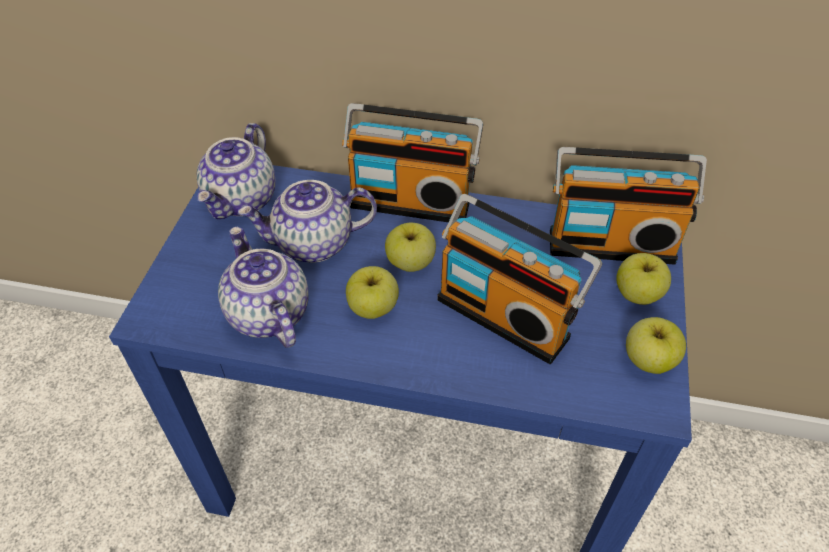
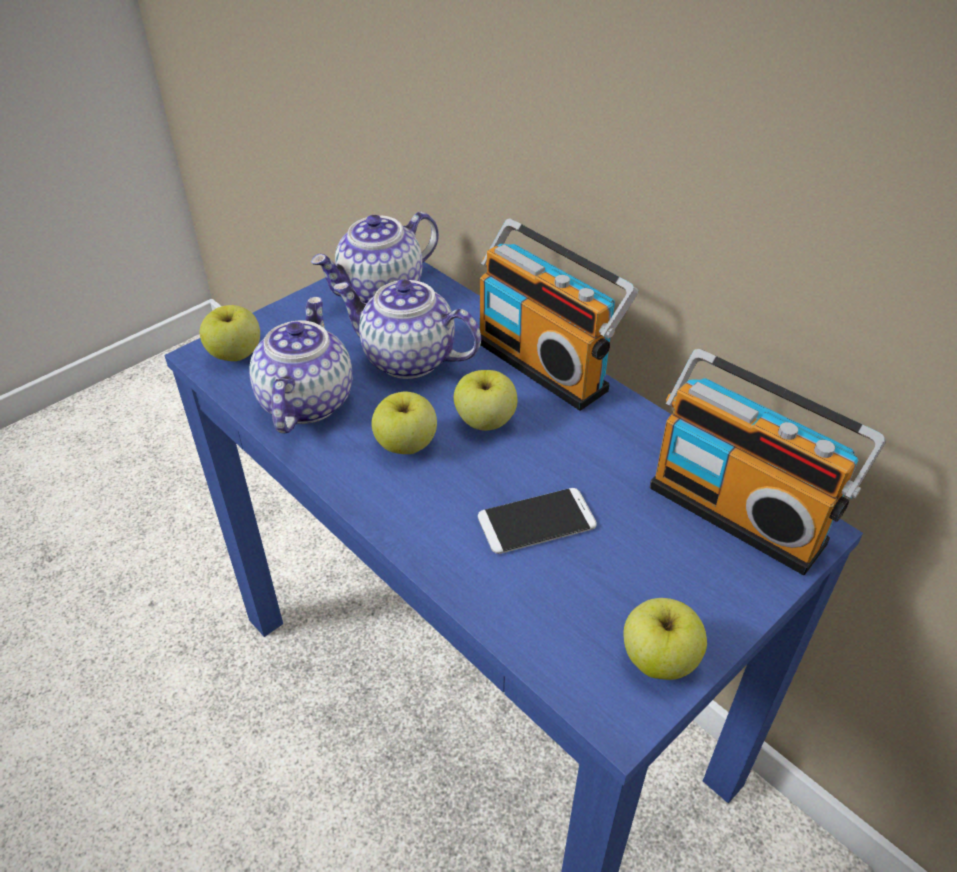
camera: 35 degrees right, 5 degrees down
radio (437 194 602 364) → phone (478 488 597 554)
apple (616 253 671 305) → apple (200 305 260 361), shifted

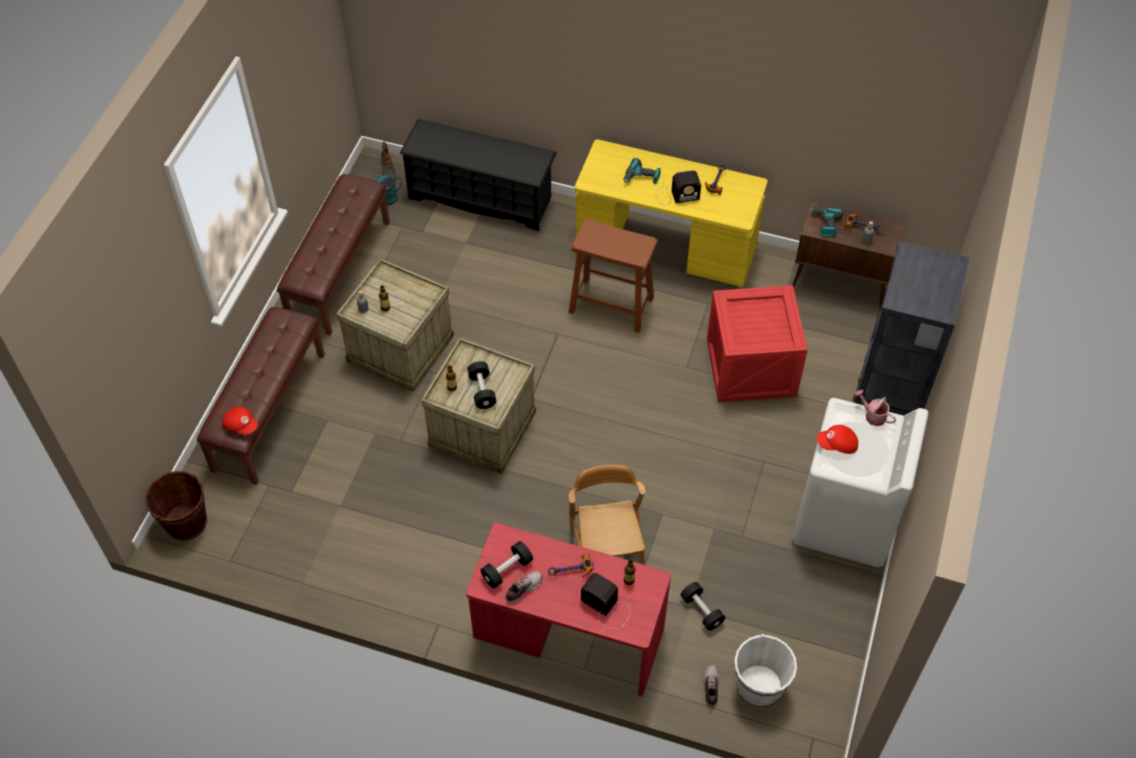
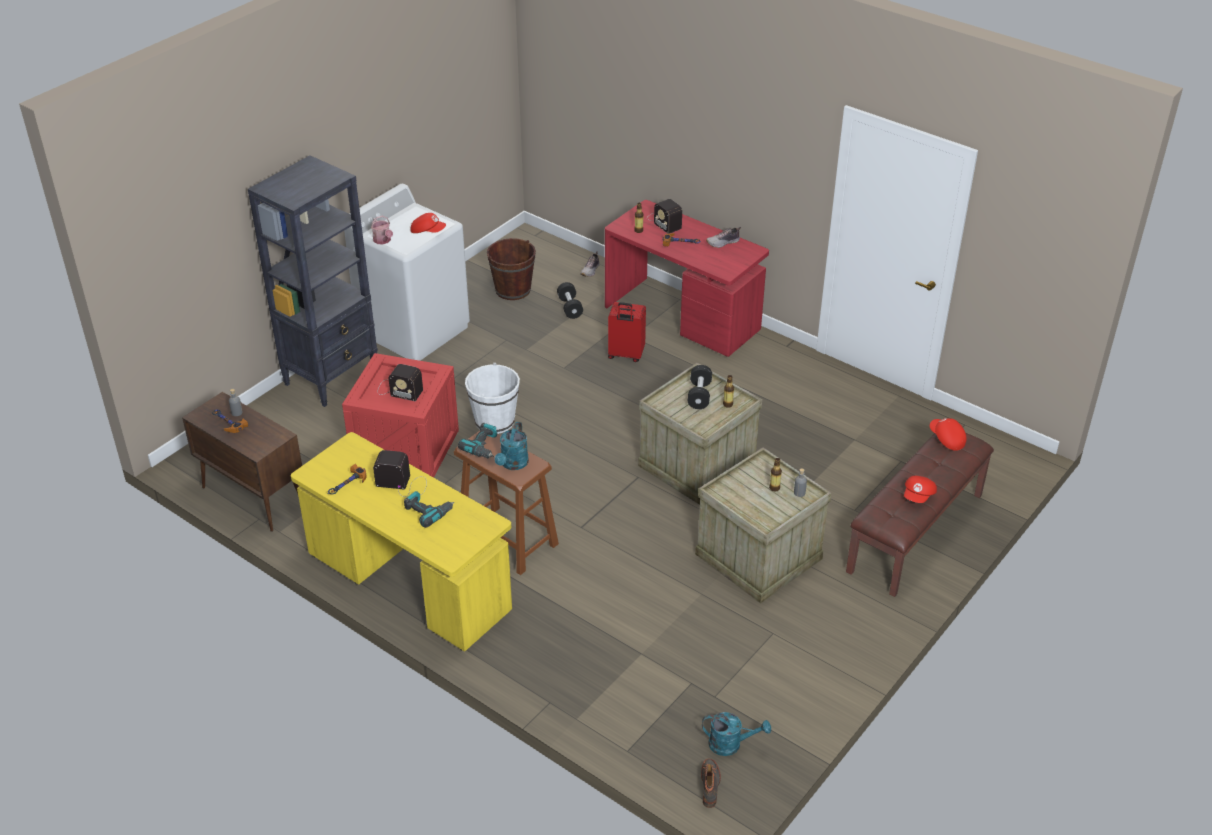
camera: 160 degrees left, 15 degrees down
shoe rack (black) (399 119 557 231) → -
bench (brown) (277 174 390 336) → -
power drill (809 207 843 237) → power drill (458 423 497 458), shifted
chair (brown) (569 465 645 565) → suitcase (red) (608 302 646 362)
bucket (brown) (145 471 207 540) → bucket (brown) (487 238 536 300), shifted
dumbbell (black) (480 541 533 588) → -
bucket (white) (735 634 797 708) → bucket (white) (465 363 520 434), shifted
- → radio (378 364 423 401)
- → watering can (turquoise) (494 422 529 470)
- → cap (red) (904 476 937 503)

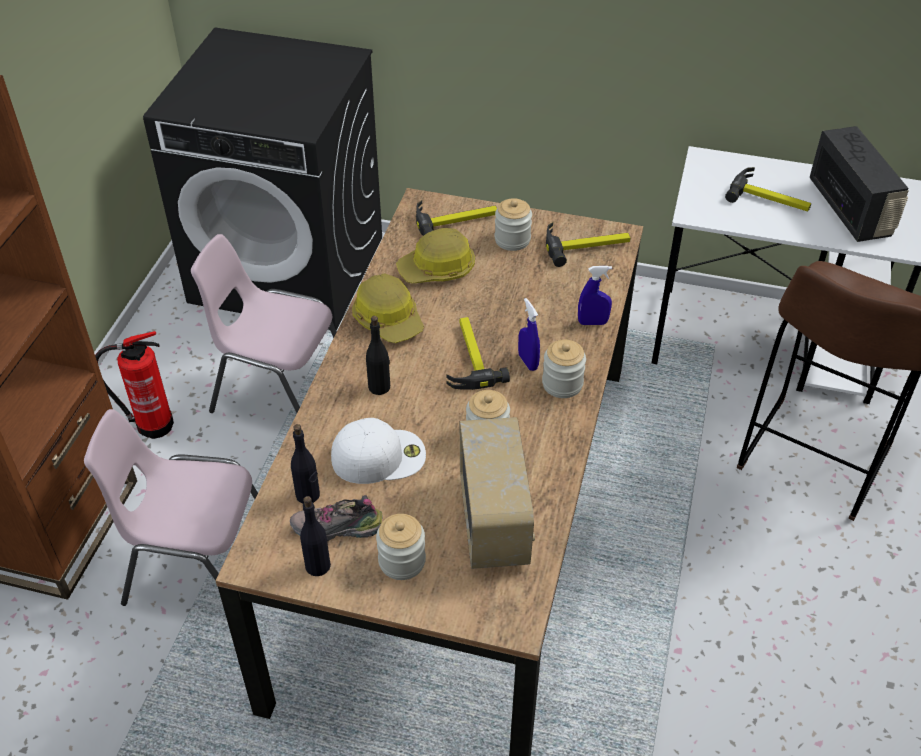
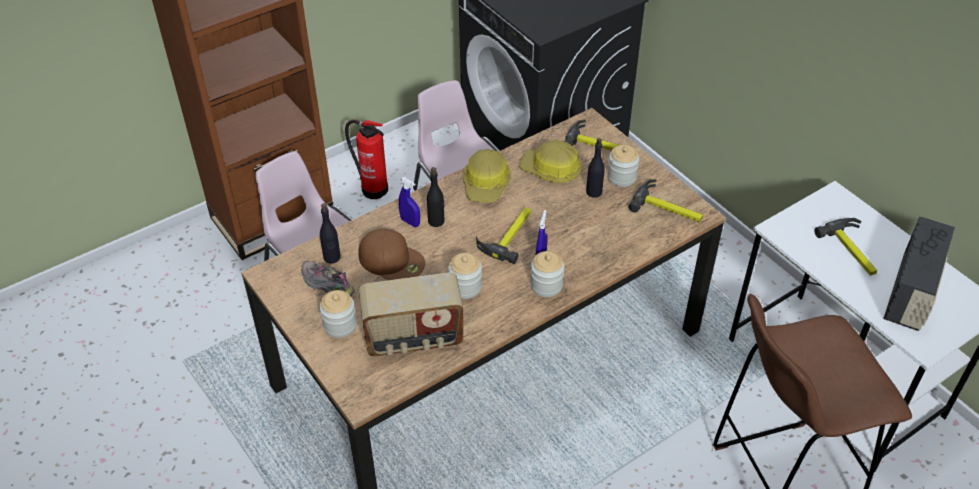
camera: 40 degrees right, 0 degrees up
spray bottle (blue) (578 266 612 325) → spray bottle (blue) (399 177 420 227), shifted
radio (460 417 535 569) → radio (358 272 463 356), 45 degrees clockwise
cap (white) (331 418 426 484) → cap (brown) (358 228 425 280)
bottle (black) (300 496 331 576) → bottle (black) (586 138 605 198), shifted

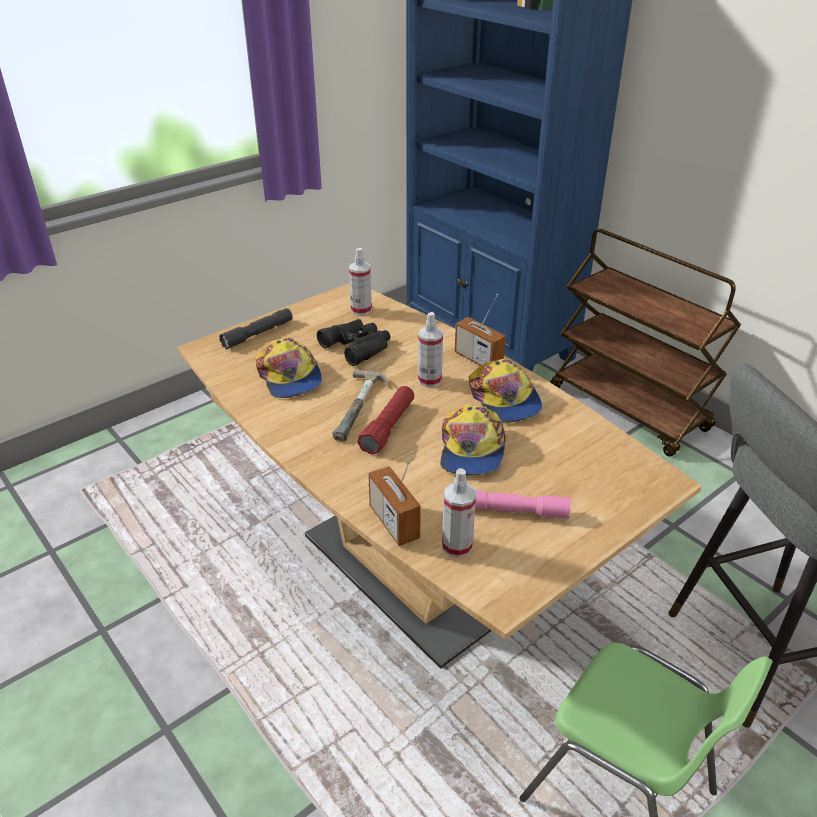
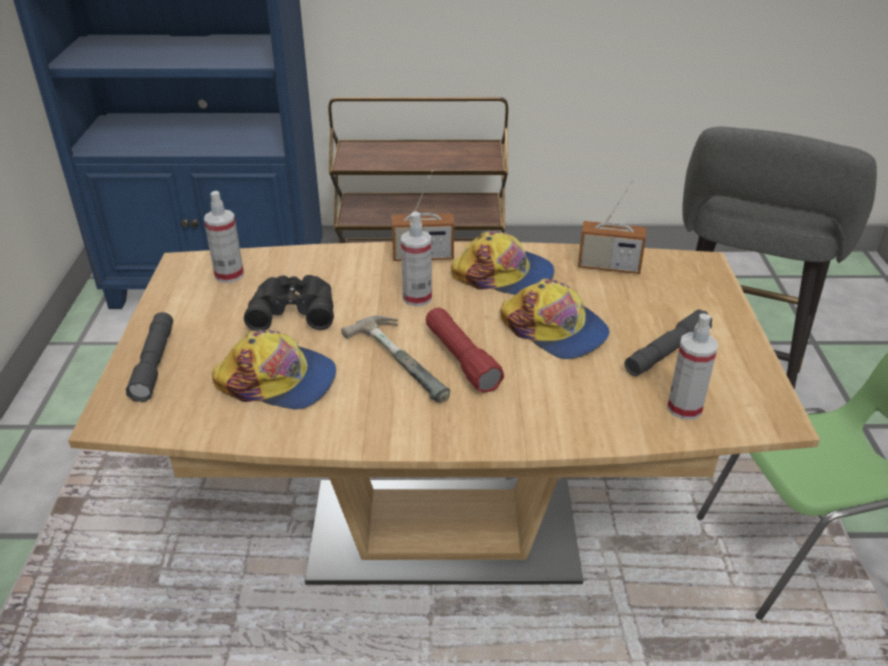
camera: 50 degrees left, 0 degrees up
radio (368 451 421 546) → radio (578 180 646 274), shifted
flashlight (pink) (475 490 571 519) → flashlight (grey) (625 309 712 376)

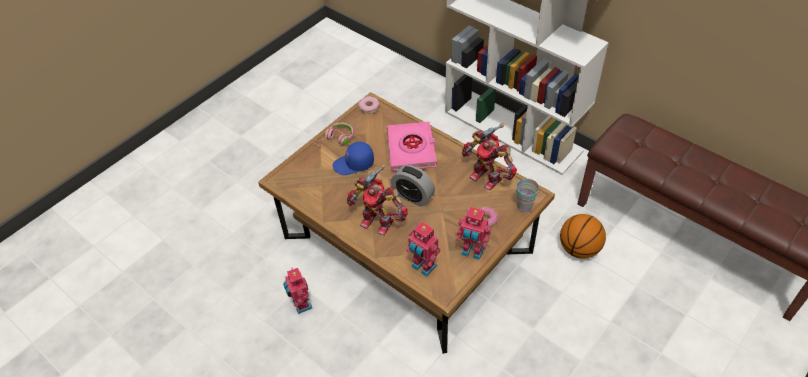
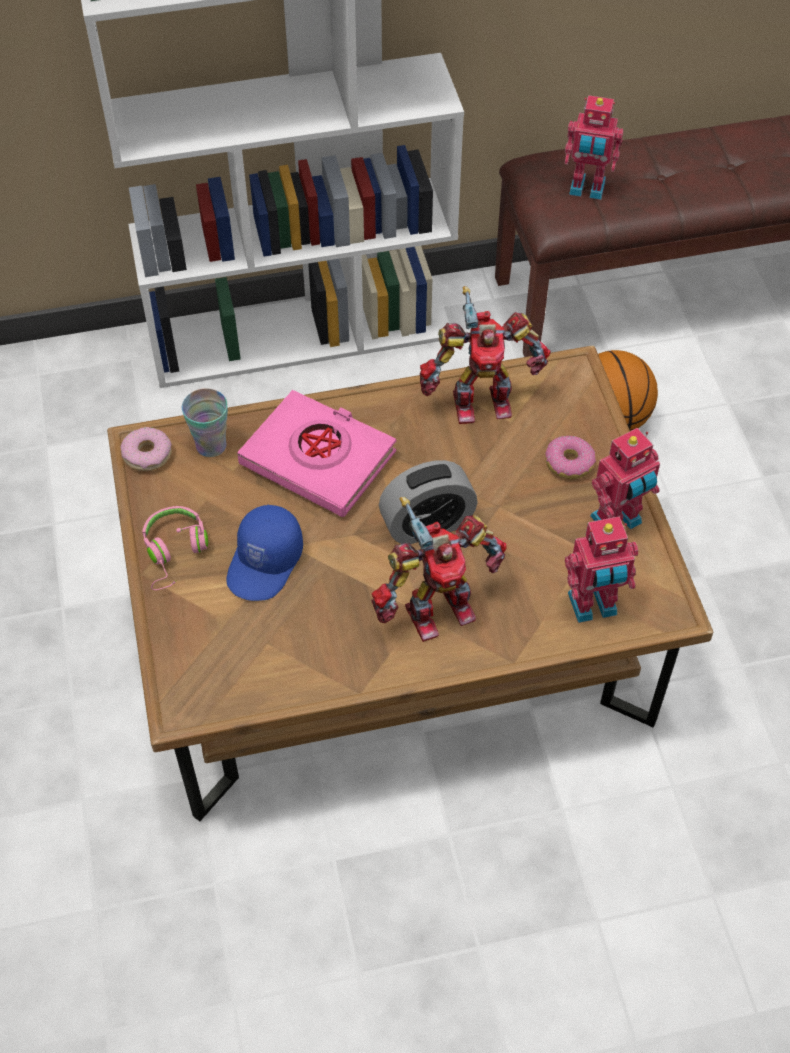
camera: 55 degrees left, 5 degrees up
cup (516 179 539 212) → cup (182 388 228 457), shifted
toy robot (283 268 312 314) → toy robot (565 95 623 200), shifted

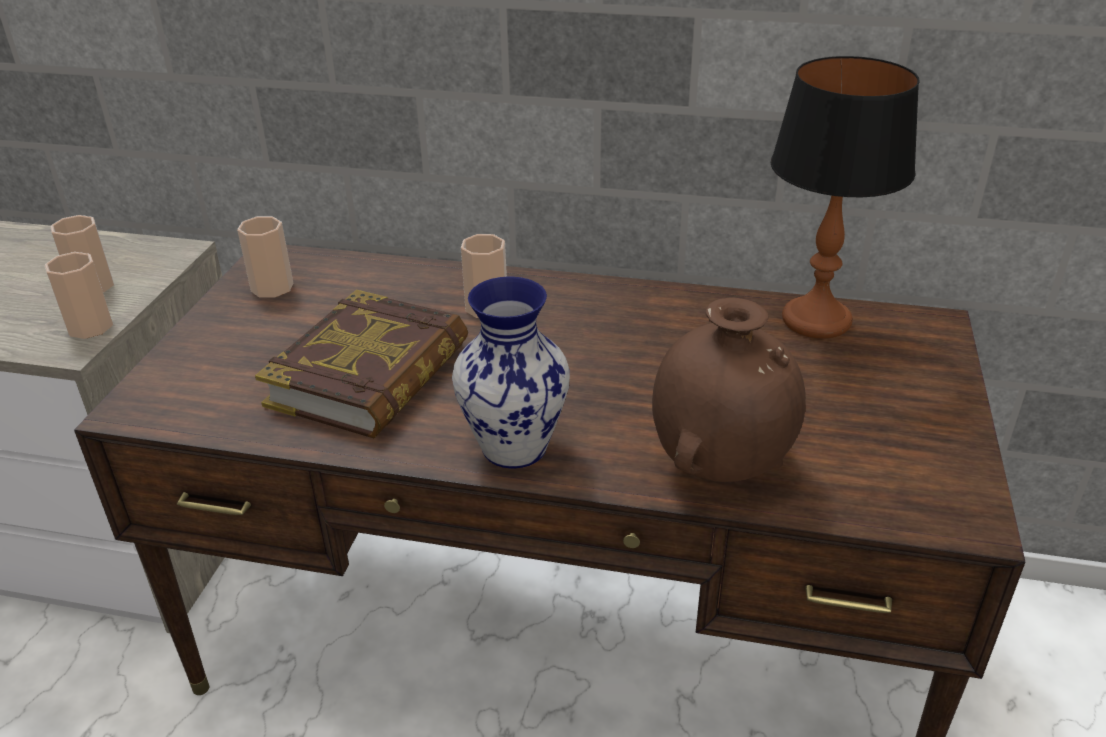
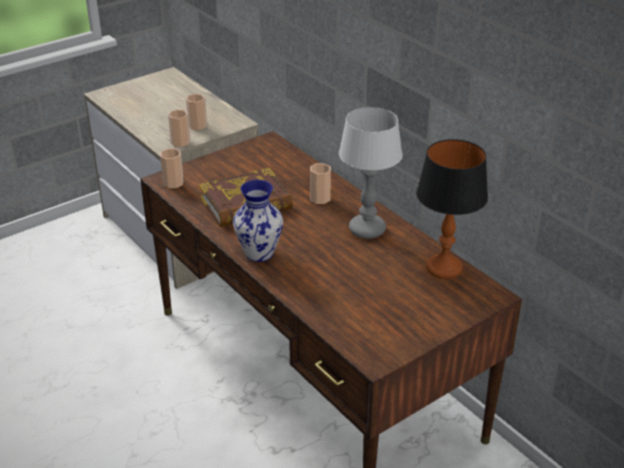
camera: 40 degrees right, 0 degrees up
cup (237 216 294 298) → cup (160 149 183 188), shifted
vase (brown) (652 297 806 482) → -
- → table lamp (339 107 403 239)

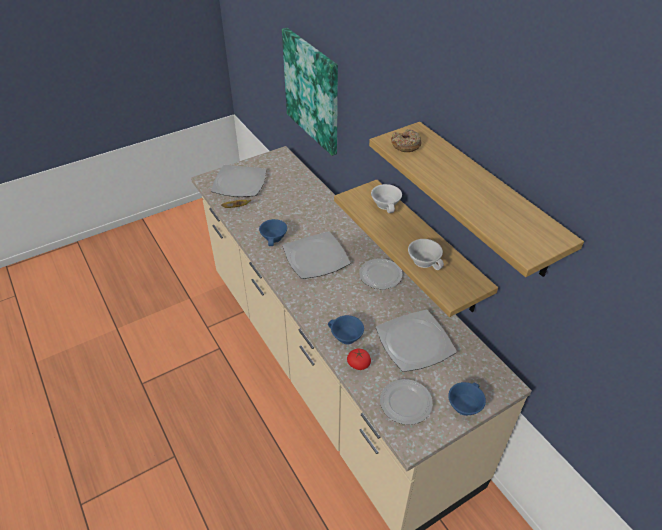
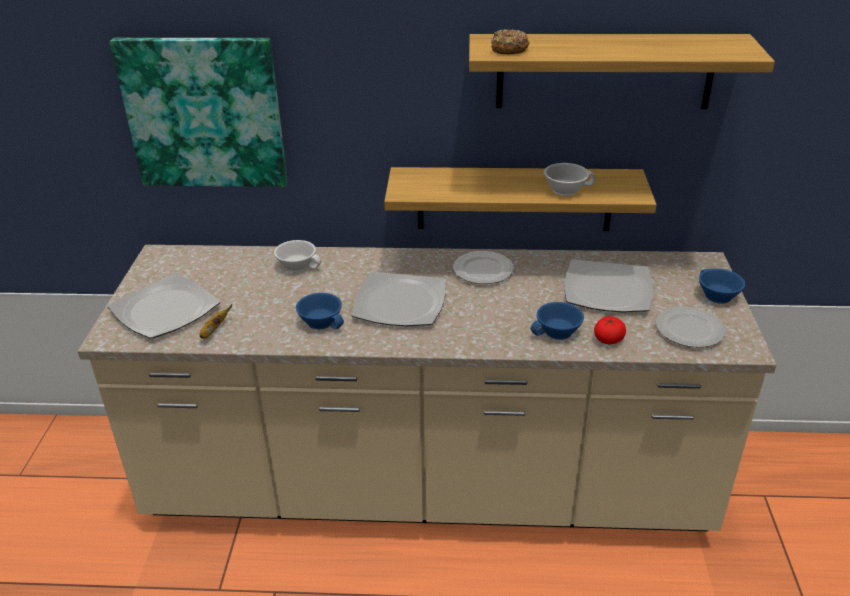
camera: 55 degrees left, 10 degrees down
cup (white) (371 184 402 213) → cup (white) (274 240 321 272), shifted

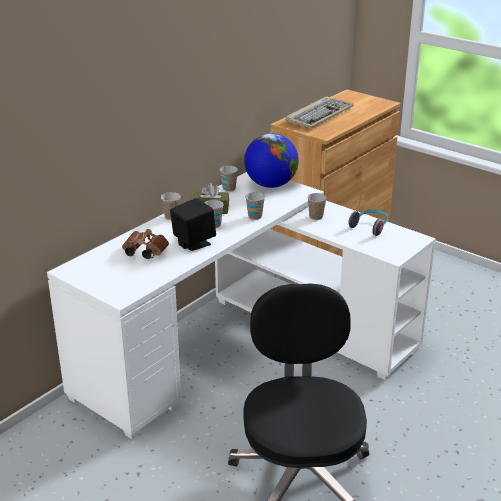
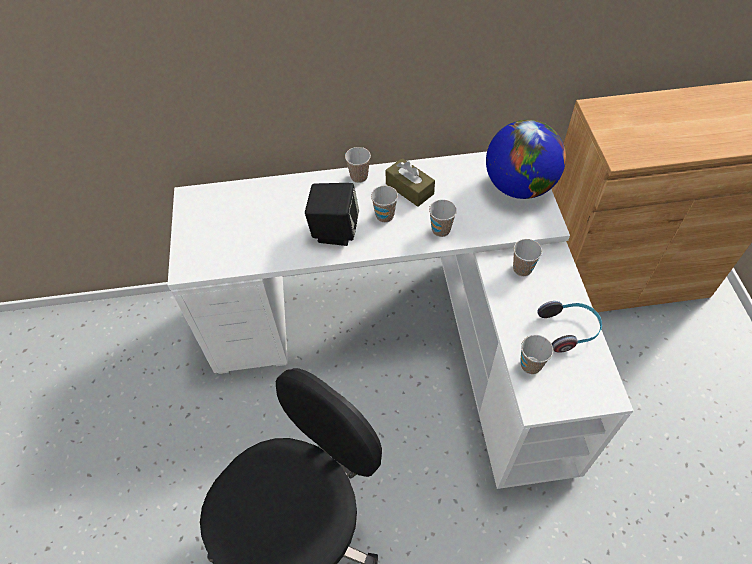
camera: 45 degrees right, 25 degrees up
keyboard (286 96 354 128) → -
cup (220 166 238 192) → cup (520 335 553 374), shifted
binoculars (brown) (122 229 169 259) → -

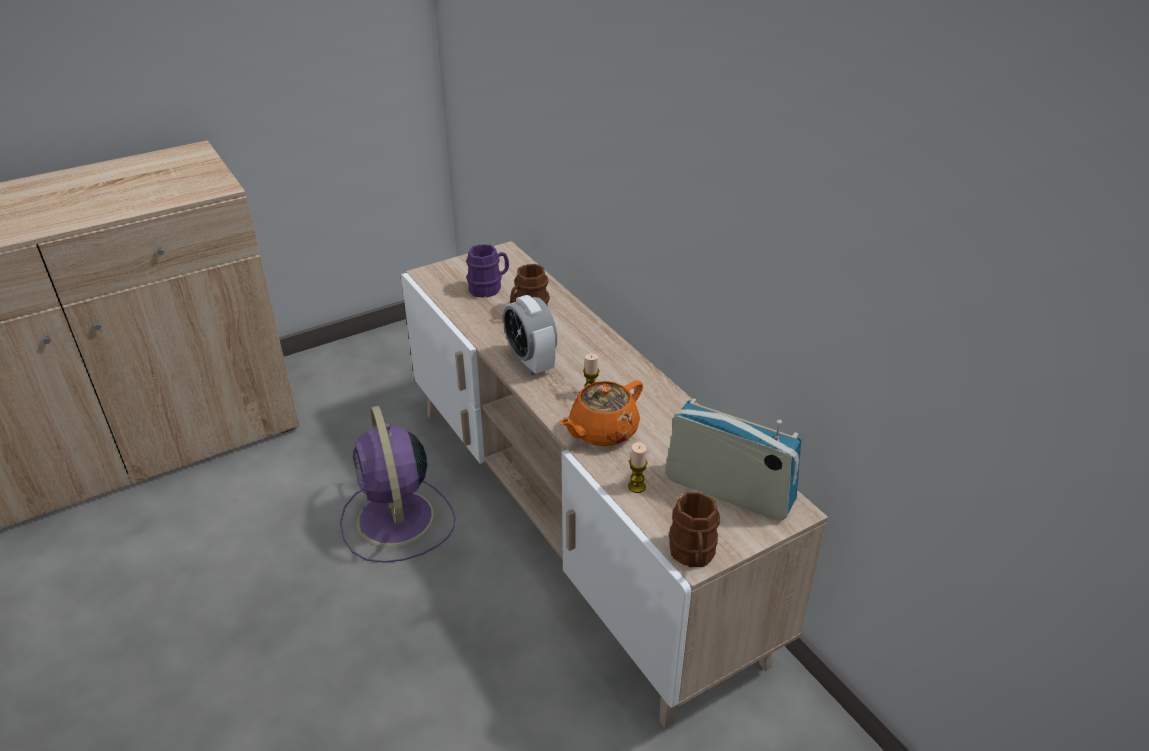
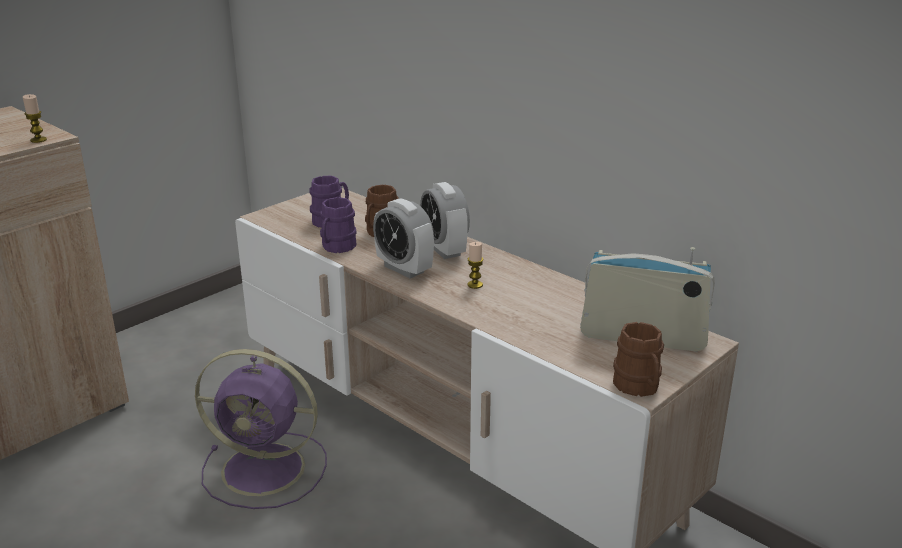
camera: 15 degrees left, 10 degrees down
teapot (orange) (560 380 643 446) → -
fan (purple) (340 406 455 563) → fan (purple) (195 349 327 509), 45 degrees counterclockwise
candle (628 442 648 493) → candle (23 94 47 143), shifted
- → alarm clock (420 182 470 259)
- → mug (purple) (320 197 357 253)

